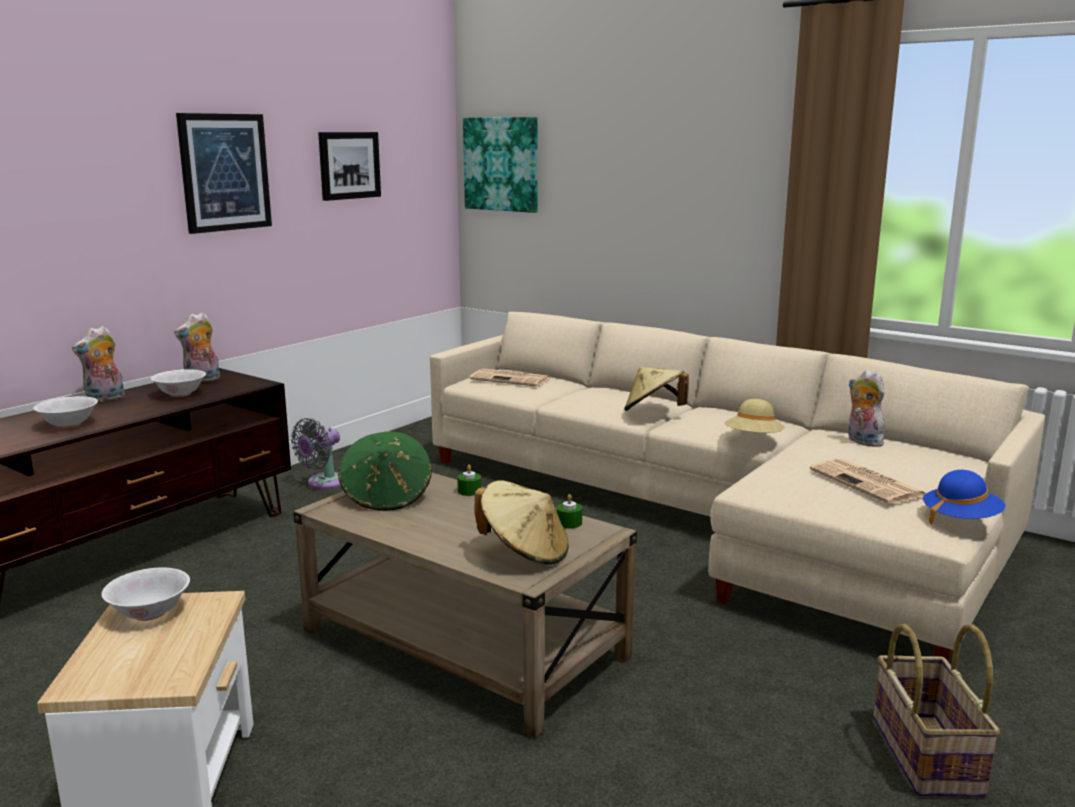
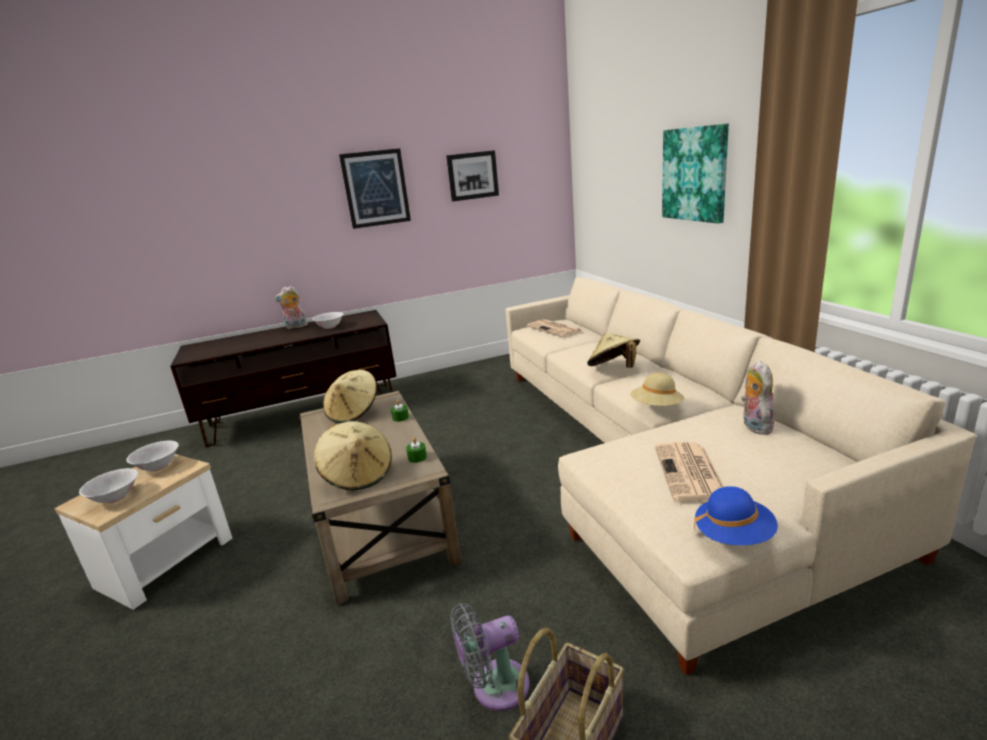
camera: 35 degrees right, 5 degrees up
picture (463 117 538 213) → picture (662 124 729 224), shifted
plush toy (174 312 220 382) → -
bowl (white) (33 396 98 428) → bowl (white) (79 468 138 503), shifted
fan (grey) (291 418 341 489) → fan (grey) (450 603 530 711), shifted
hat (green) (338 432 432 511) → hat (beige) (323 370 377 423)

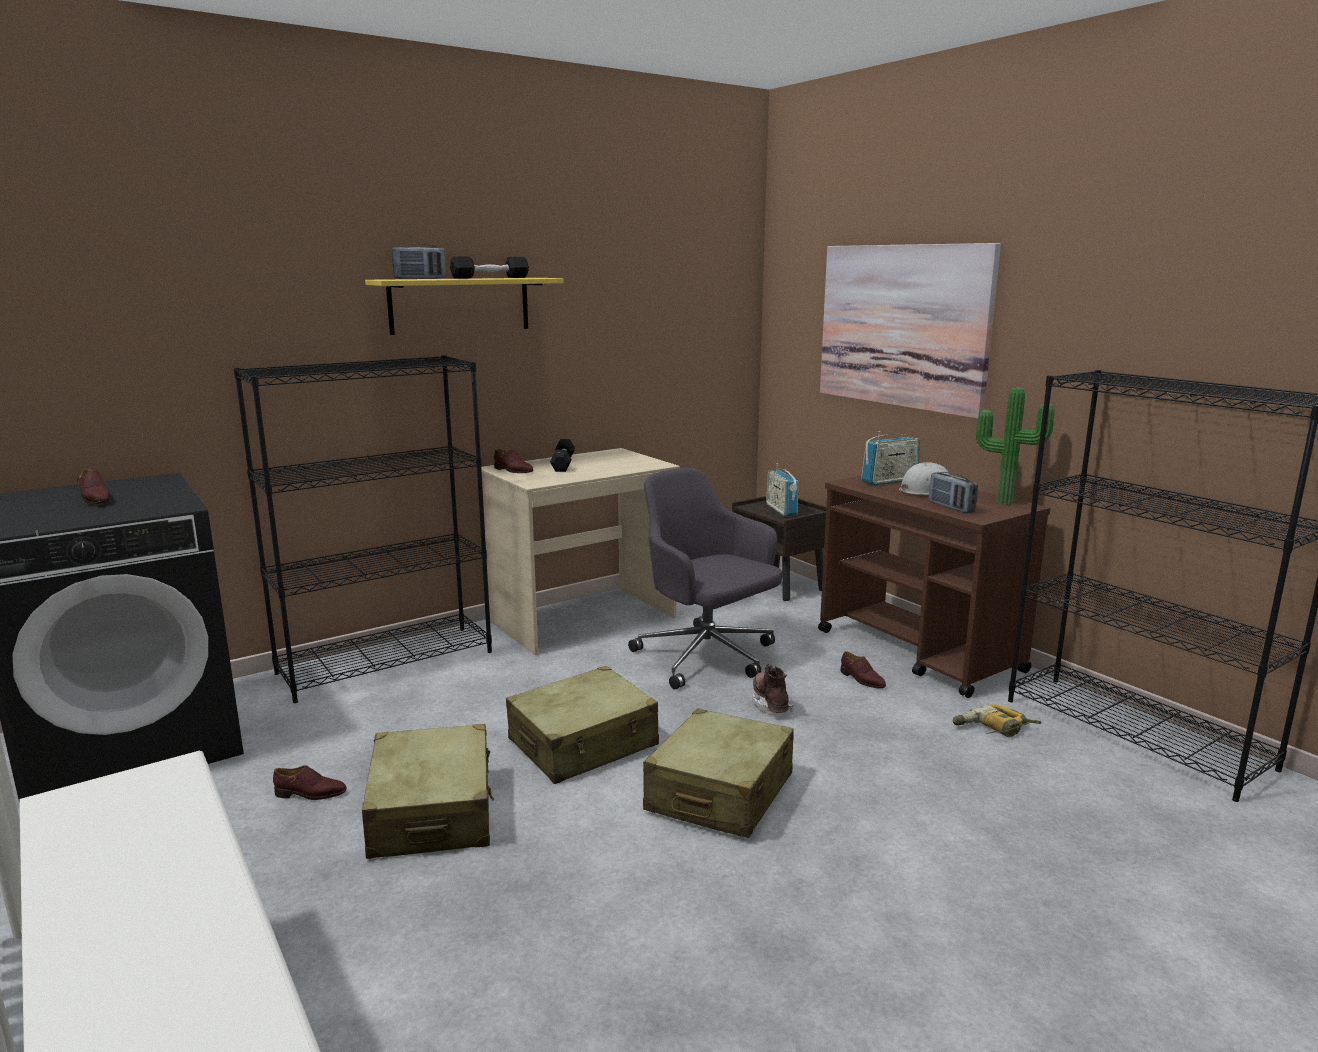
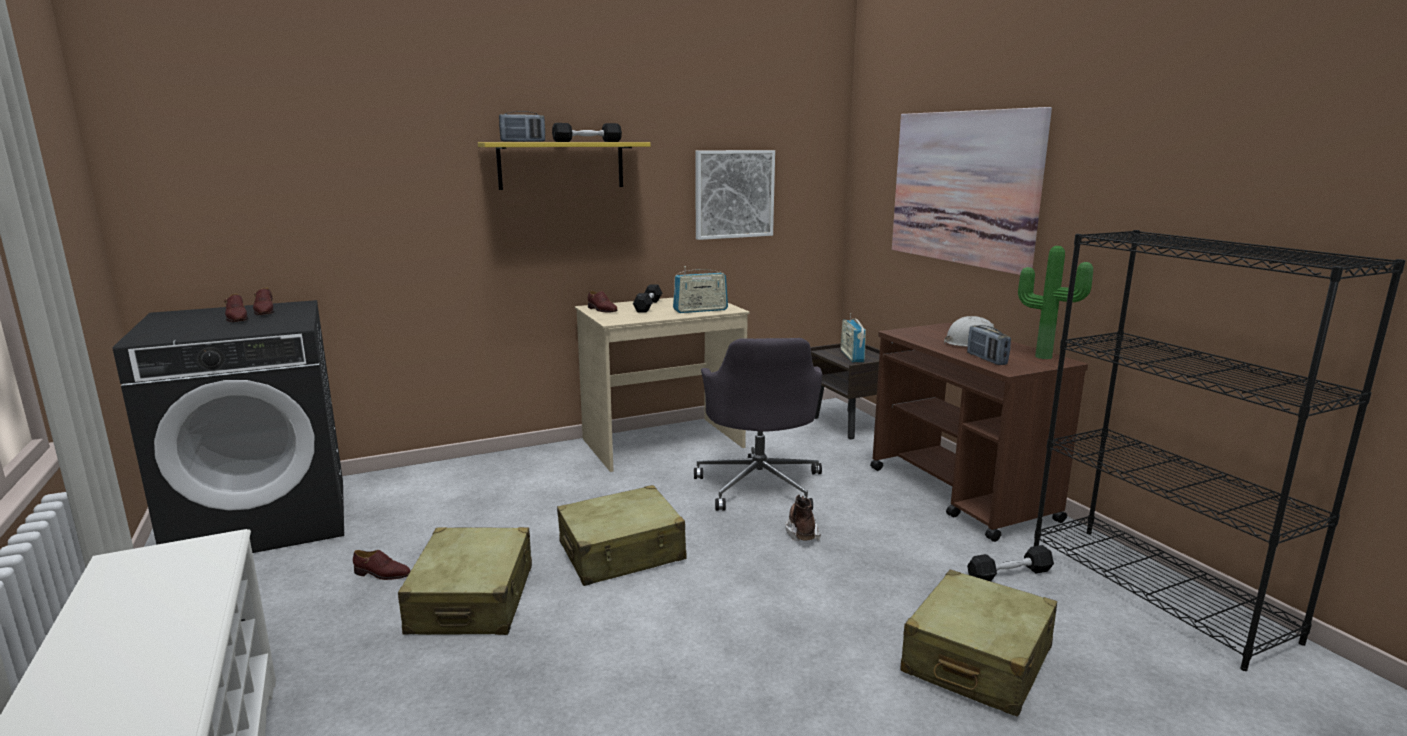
camera: 10 degrees right, 0 degrees up
bookcase (black) (234 355 492 703) → -
radio (861 431 920 486) → radio (673 266 728 313), shifted
office chair (grey) (628 468 783 689) → office chair (grey) (694 338 822 511), 150 degrees counterclockwise
shoe (brown) (840 651 886 688) → shoe (brown) (253 287 274 315), shifted
power drill (953 704 1041 737) → dumbbell (black) (967 545 1054 581)
suitcase (beige) (643 709 794 838) → suitcase (beige) (900 570 1057 717), shifted
- → picture (695 150 775 240)

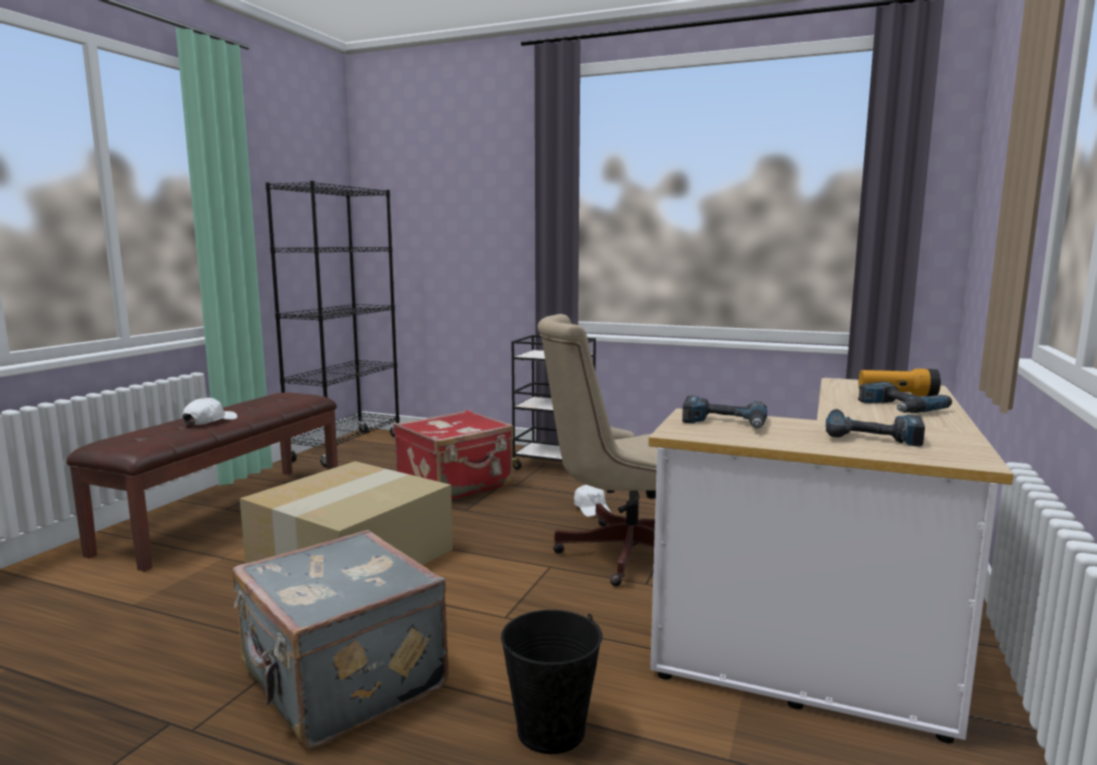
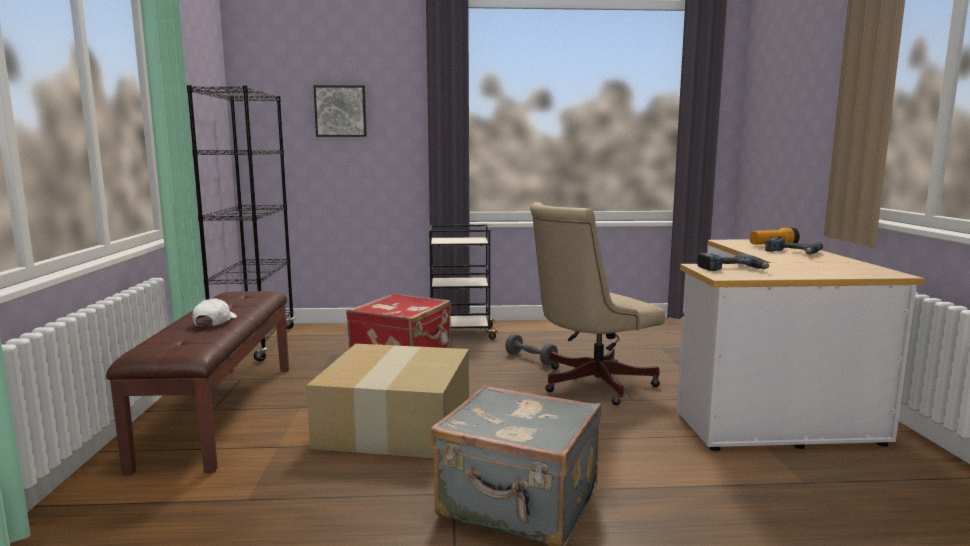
camera: 25 degrees left, 0 degrees up
power drill (826 409 925 446) → -
cap (white) (574 485 611 517) → dumbbell (grey) (505 334 558 365)
bucket (black) (501 610 603 754) → -
- → picture (313 85 367 137)

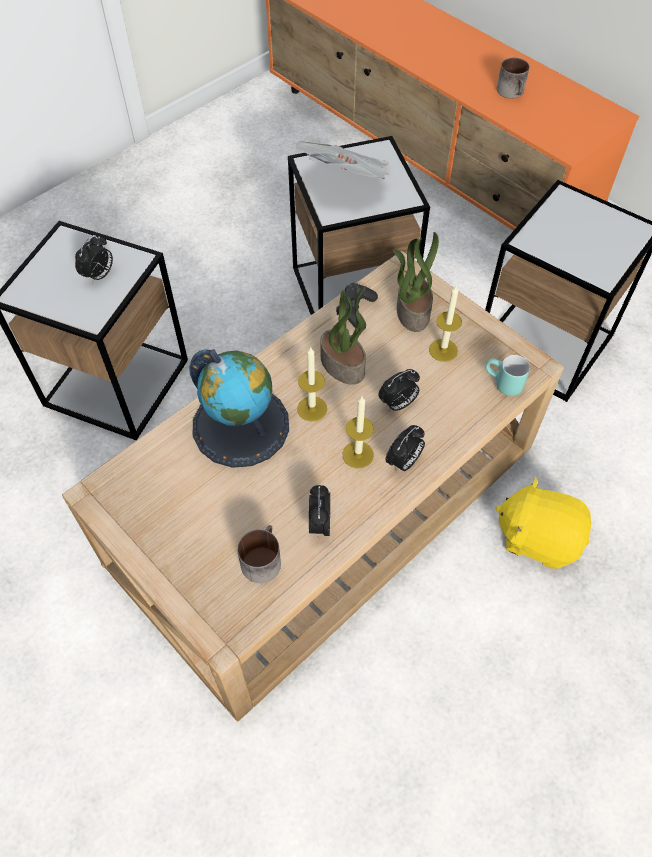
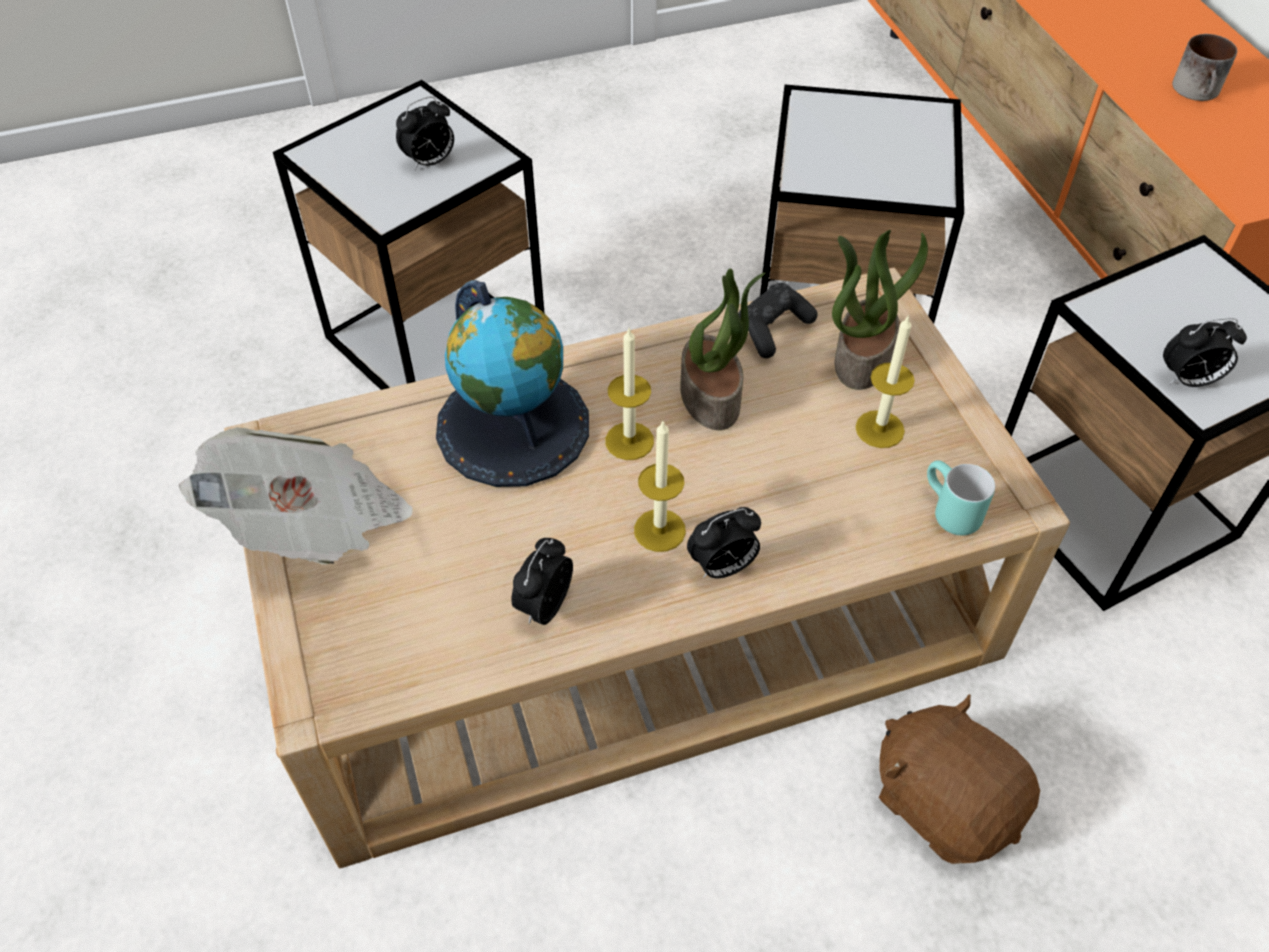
camera: 25 degrees right, 5 degrees down
newspaper (296 141 389 179) → newspaper (179 427 413 565), shifted
alarm clock (378 369 420 411) → alarm clock (1163 318 1247 387), shifted
plush toy (yellow) (496 476 591 569) → plush toy (brown) (879 694 1040 864)
mug (237 525 281 583) → -

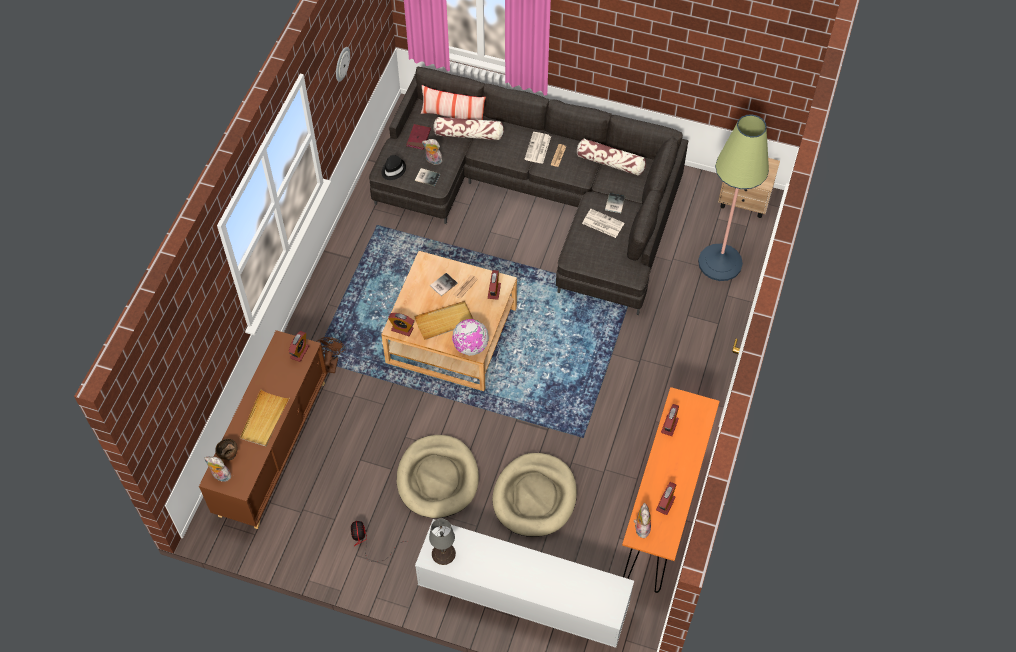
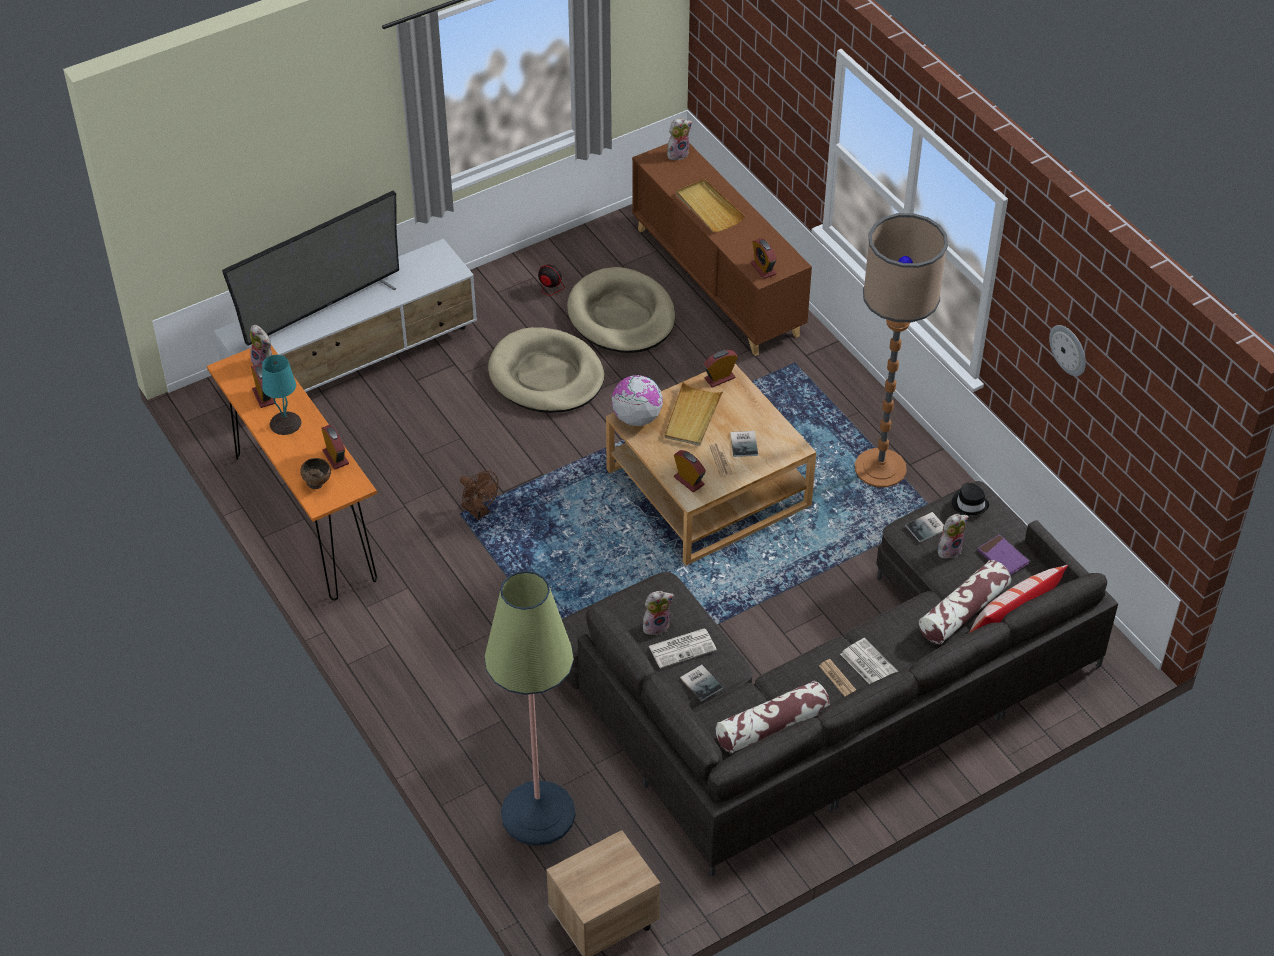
camera: 130 degrees right, 10 degrees down
book (red) (406 124 431 150) → book (purple) (978 534 1029 575)
fan (brown) (316 337 346 373) → fan (brown) (460 470 498 520), shifted
bowl (brown) (215 439 238 460) → bowl (brown) (300 458 331 489), shifted
dog bed (beige) (492 453 577 537) → dog bed (beige) (567 267 675 353), shifted
table lamp (grey) (429 519 456 565) → -
- → television (222 191 399 346)
- → floor lamp (855 213 948 487)
- → table lamp (turquoise) (262 355 301 435)
- → plush toy (643 591 674 636)

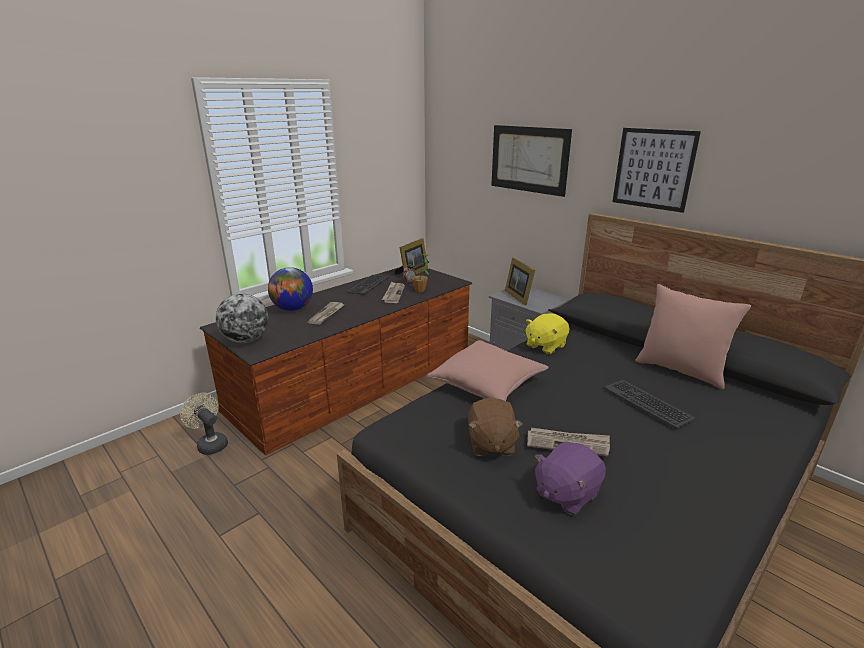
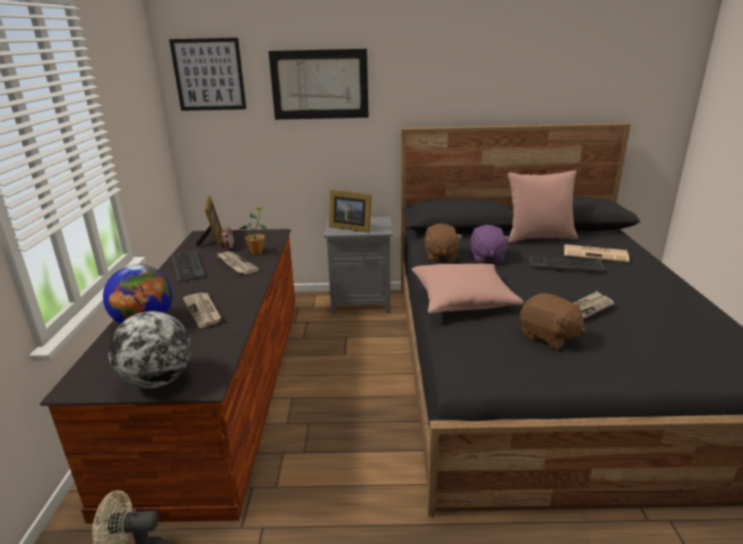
camera: 45 degrees left, 0 degrees up
picture (613 128 701 213) → picture (169 38 246 111), shifted
plush toy (yellow) (525 313 569 354) → plush toy (brown) (424 223 462 262)
plush toy (purple) (535 441 606 516) → plush toy (purple) (471 225 511 263), shifted
- → newspaper (564 244 629 263)

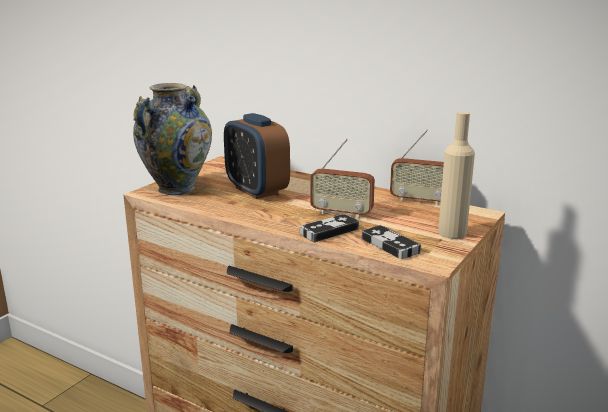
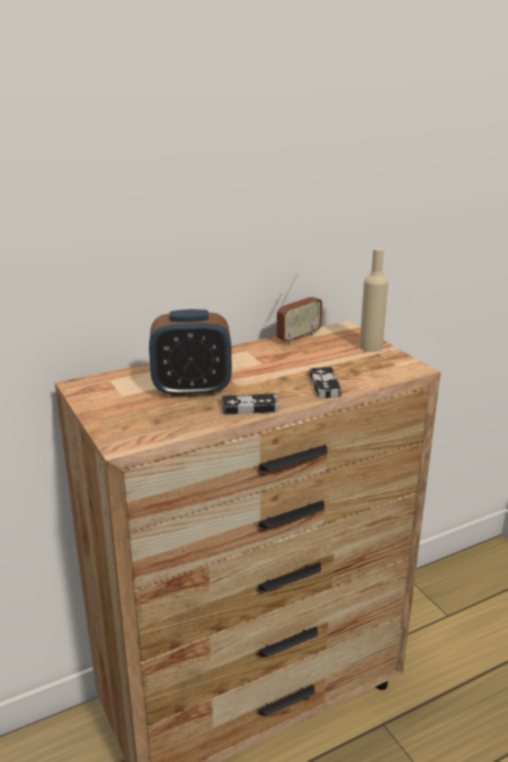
camera: 60 degrees left, 5 degrees up
vase (133 83 212 195) → -
radio (310 138 375 219) → -
game controller (362 225 421 259) → game controller (222 393 279 415), shifted

